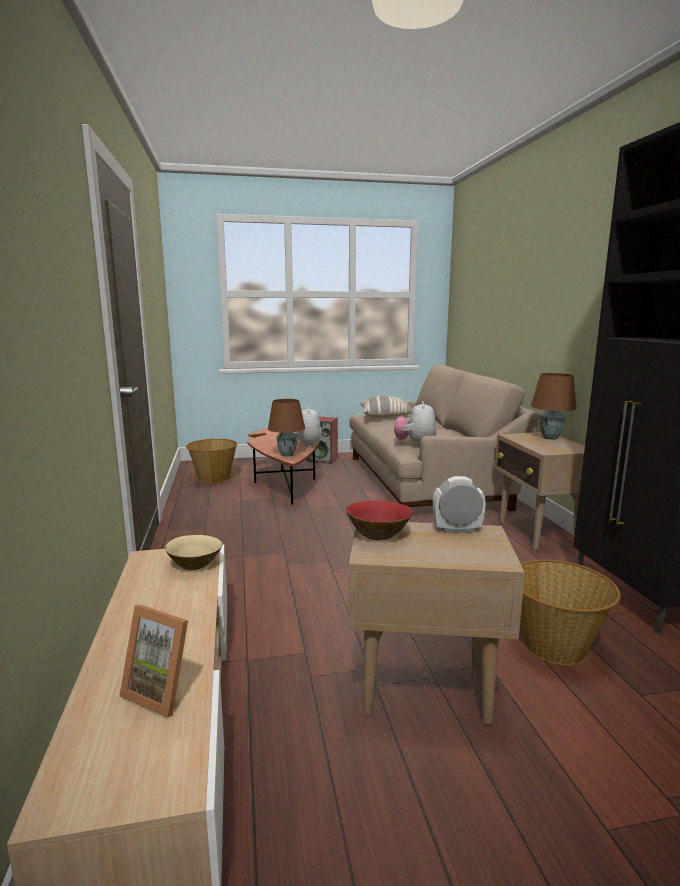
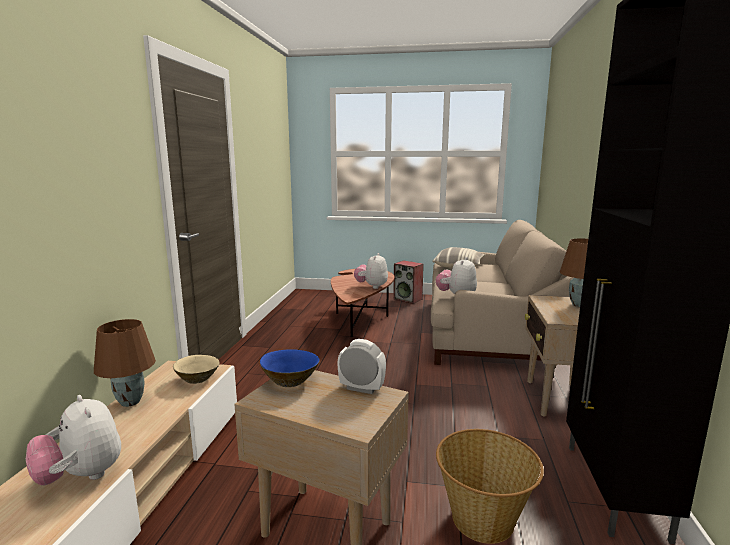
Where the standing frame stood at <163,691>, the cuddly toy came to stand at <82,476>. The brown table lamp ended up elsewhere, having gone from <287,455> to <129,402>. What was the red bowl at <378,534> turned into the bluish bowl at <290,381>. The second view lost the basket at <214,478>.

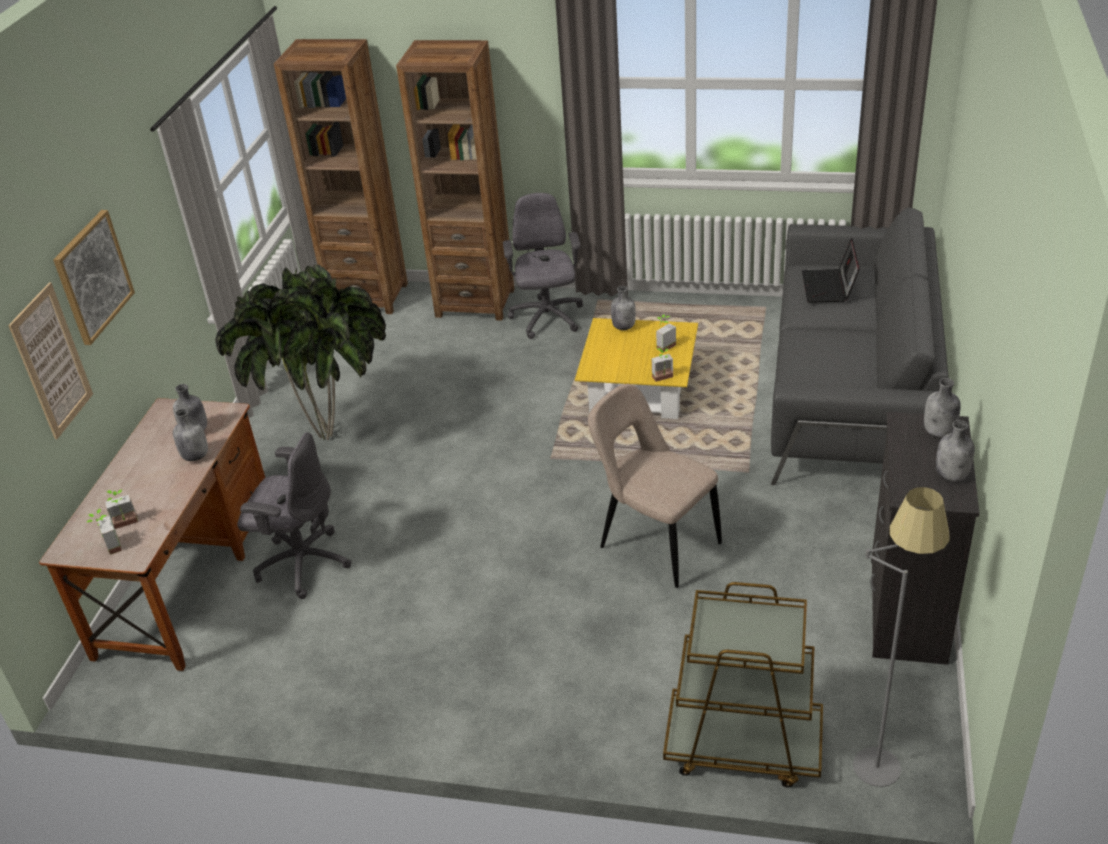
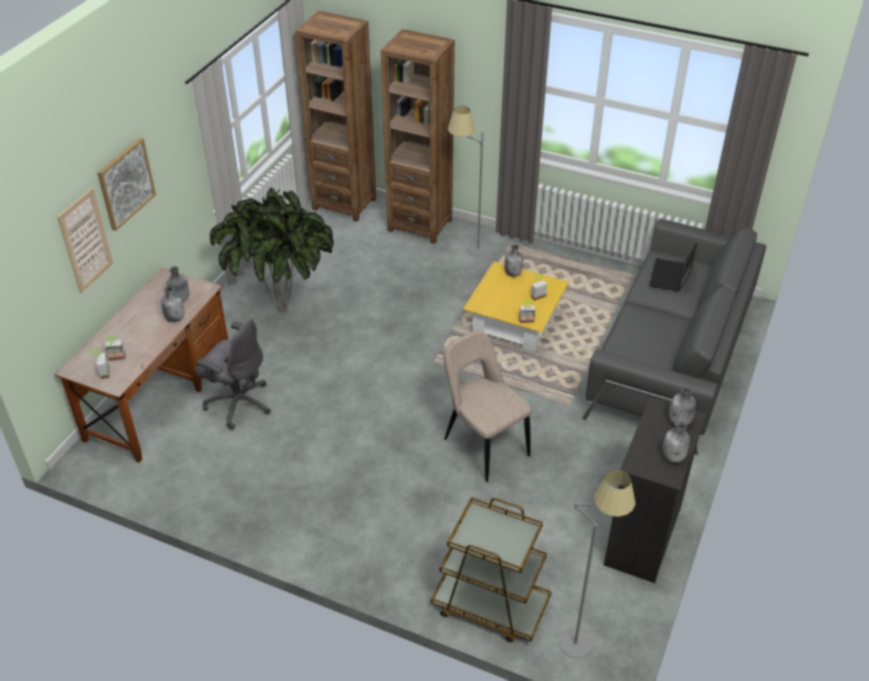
Where the grey desk chair stood at <547,319>, the grey floor lamp came to stand at <467,250>.

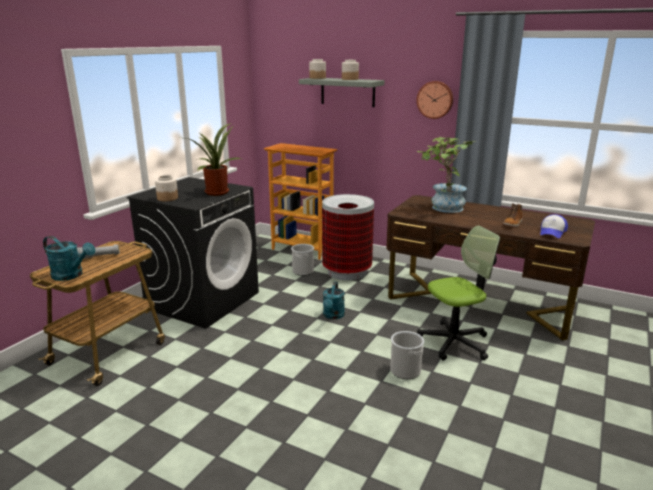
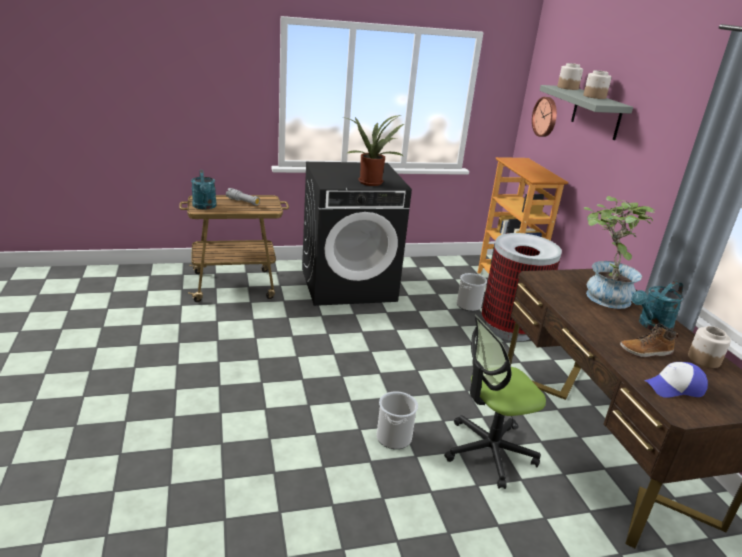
The desk chair at <454,342> ended up facing another way, 135 degrees clockwise from before. The wall clock ended up elsewhere, having gone from <435,99> to <546,117>. The turquoise-coloured watering pot ended up elsewhere, having gone from <333,316> to <651,325>. The preserve jar ended up elsewhere, having gone from <167,198> to <703,359>.

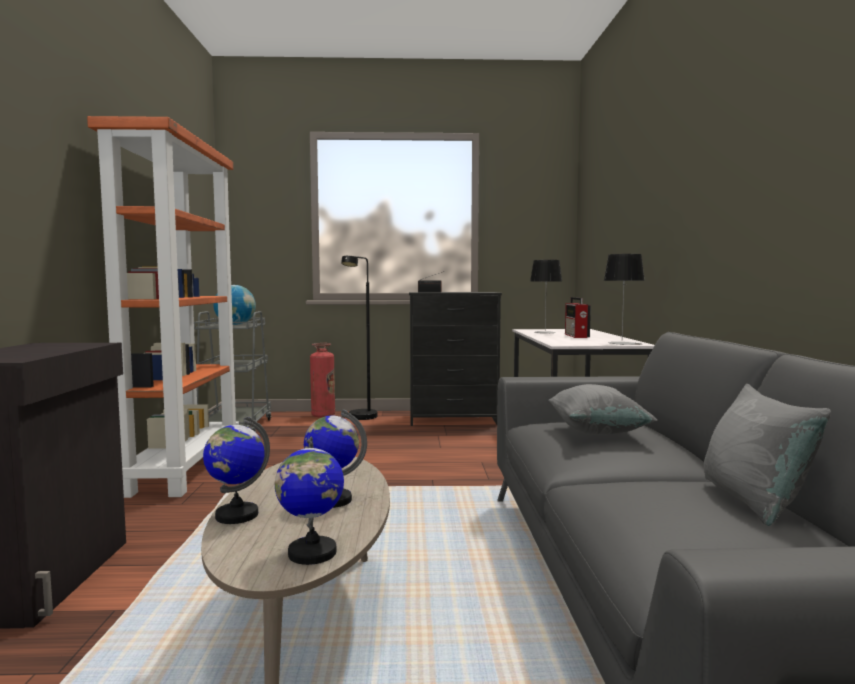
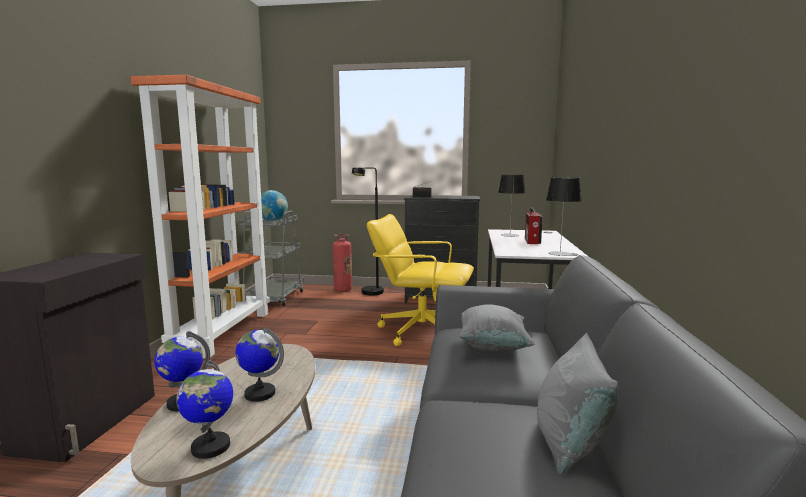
The second view gained the yellowish desk chair at <420,331>.

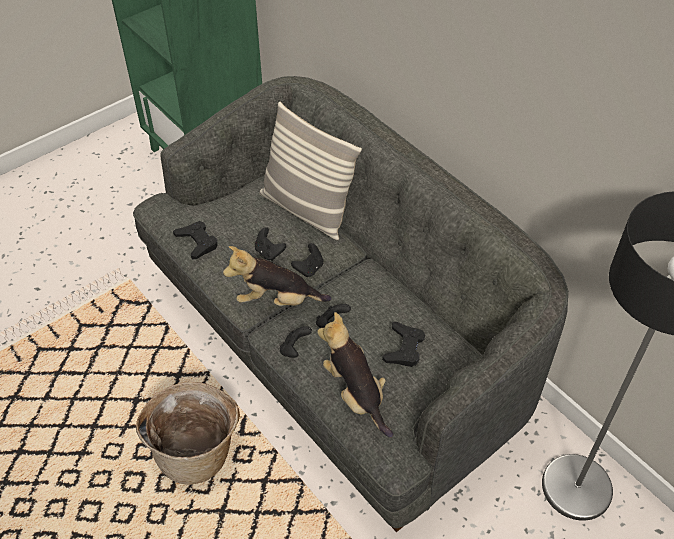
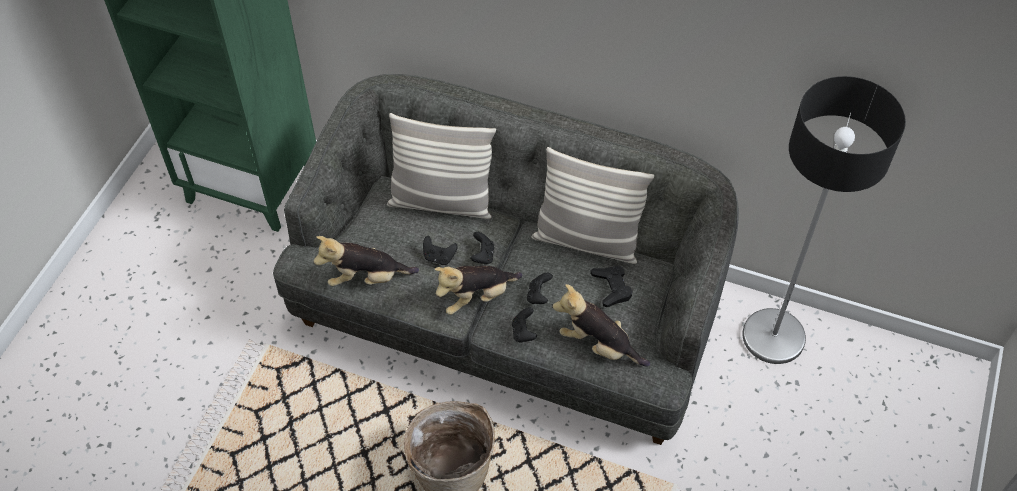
Where the black-coloured game controller stood at <197,242>, the cuddly toy came to stand at <366,278>. The second view gained the pillow at <587,241>.

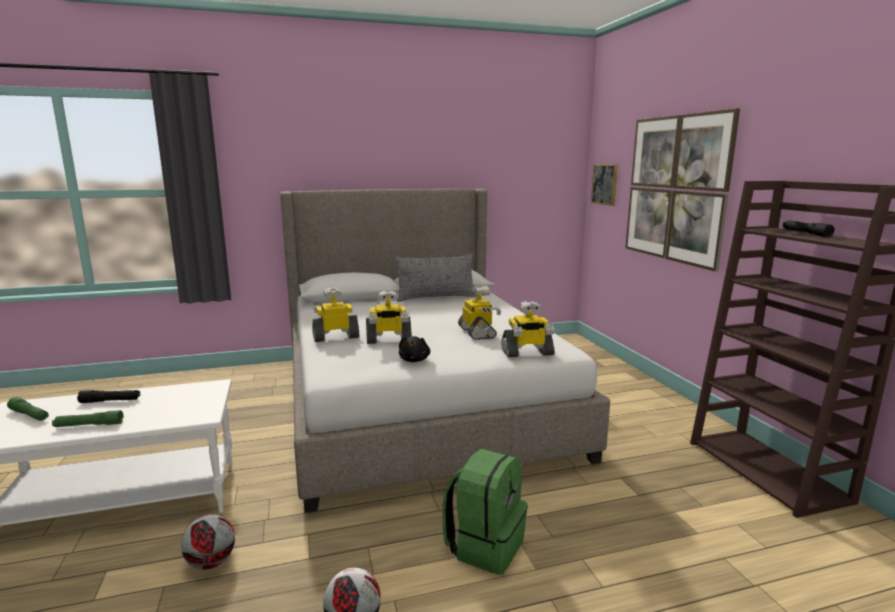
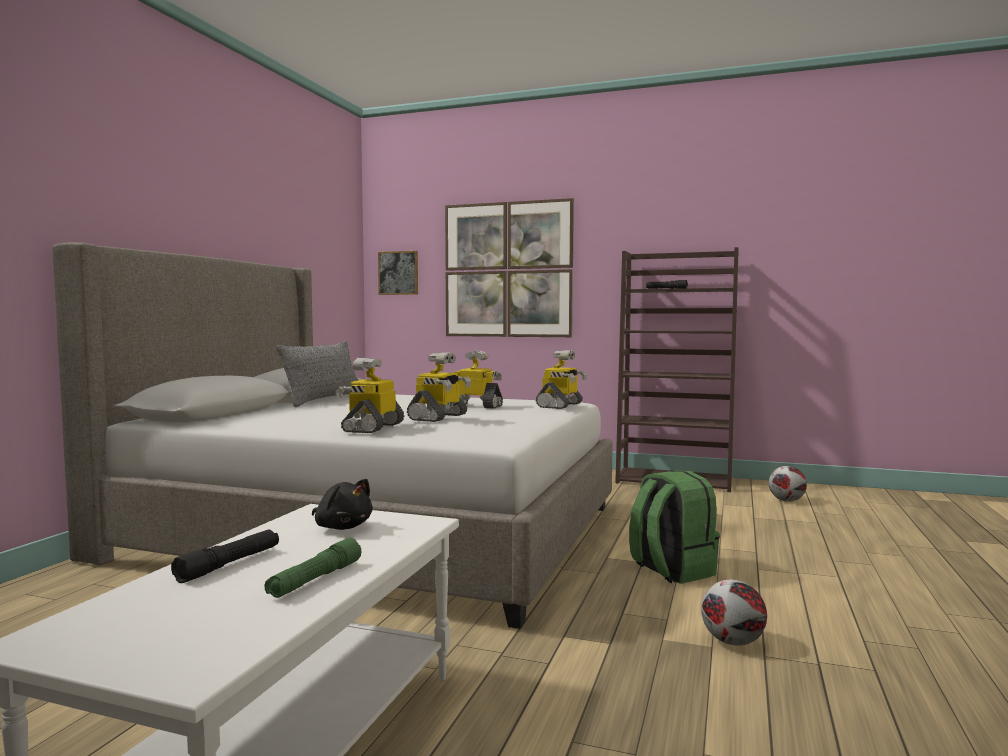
The black-coloured cuddly toy ended up elsewhere, having gone from <414,360> to <342,527>. The football ended up elsewhere, having gone from <210,563> to <787,501>. The second view lost the green-coloured flashlight at <29,415>.

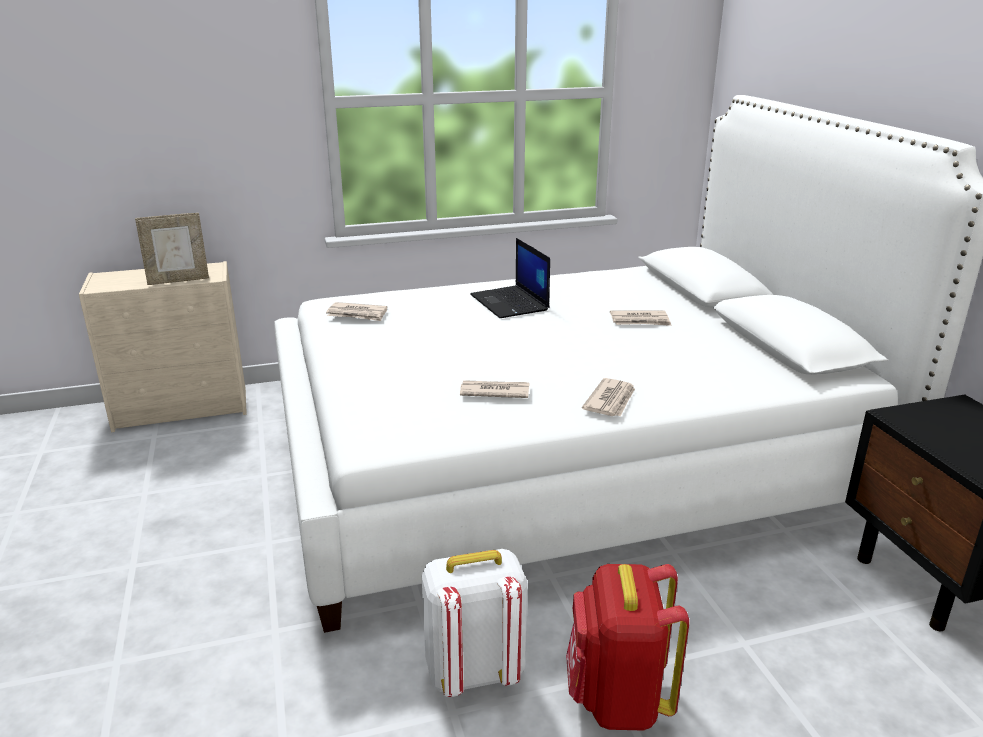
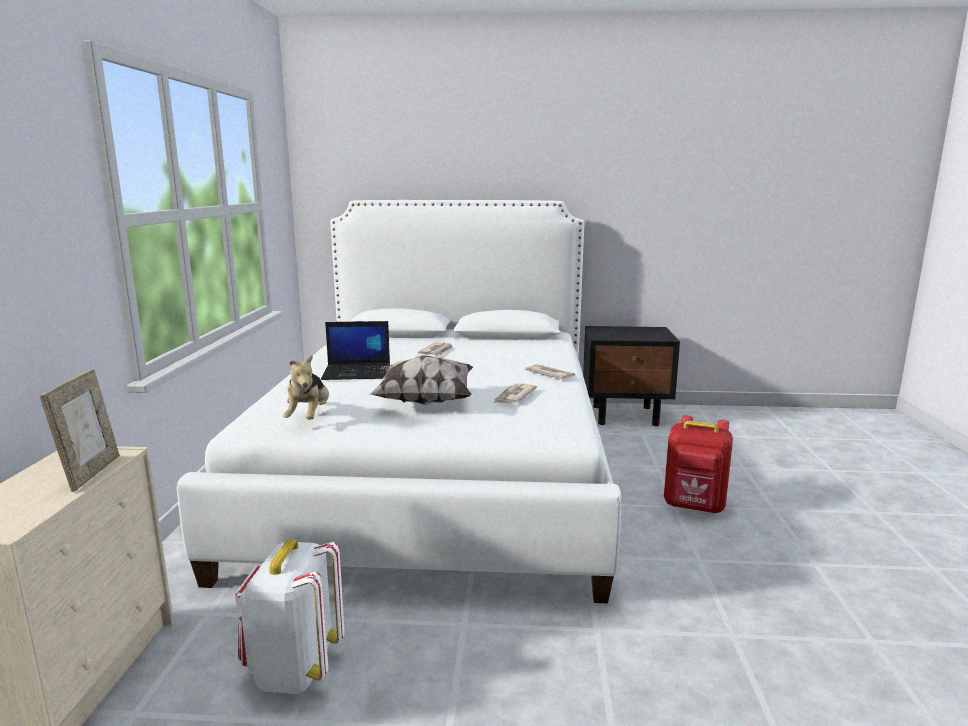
The white knapsack ended up elsewhere, having gone from <473,671> to <294,670>. Where the newspaper stood at <357,314>, the cuddly toy came to stand at <309,417>. The second view gained the pillow at <424,401>.

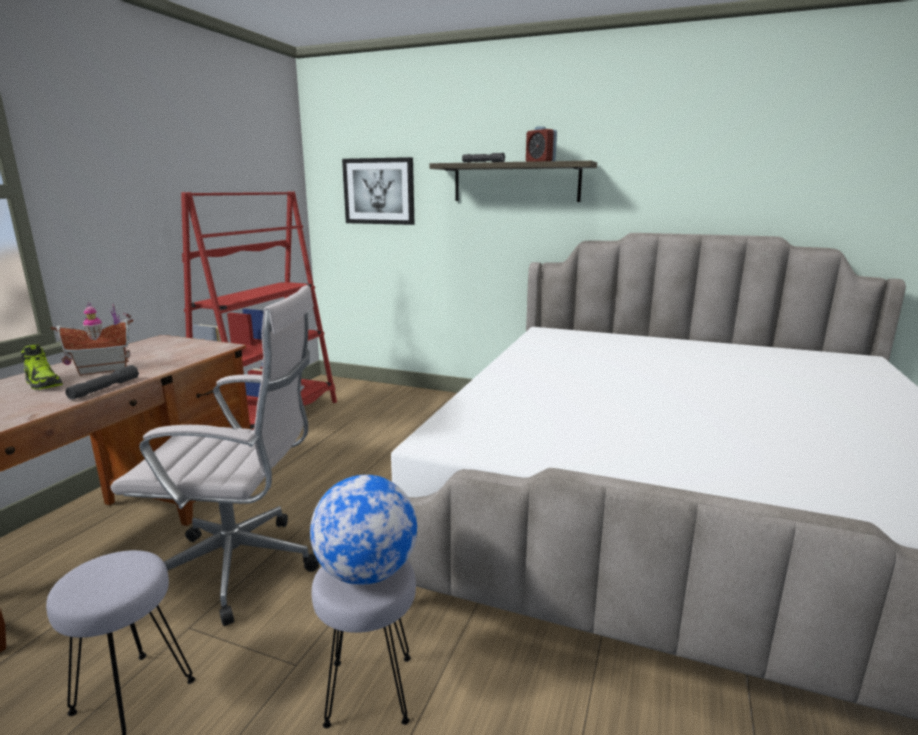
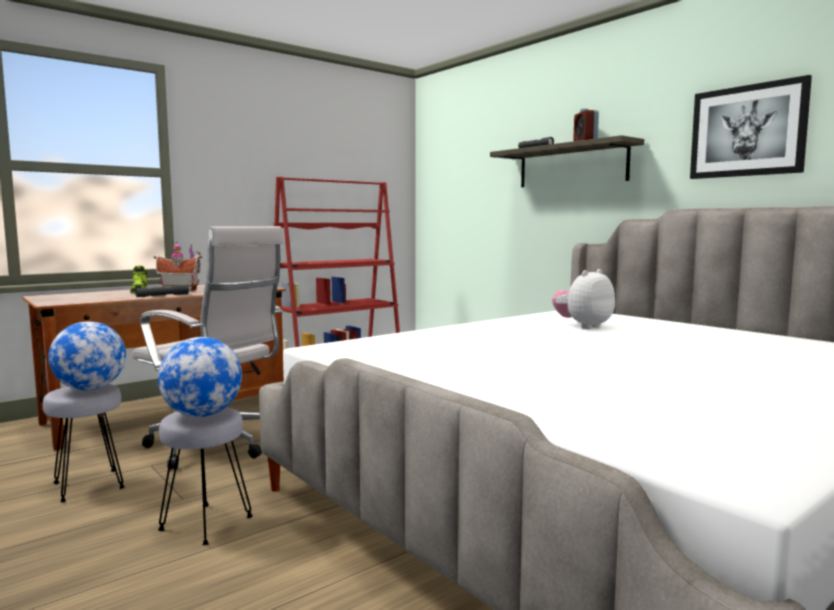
The second view gained the desk globe at <90,389>. The second view gained the cuddly toy at <583,326>. The picture ended up elsewhere, having gone from <379,191> to <747,131>.

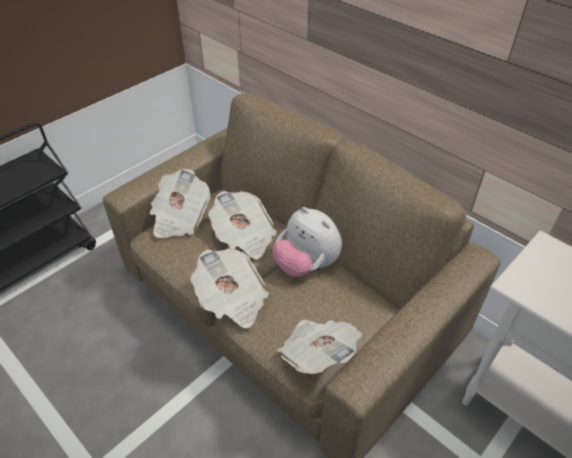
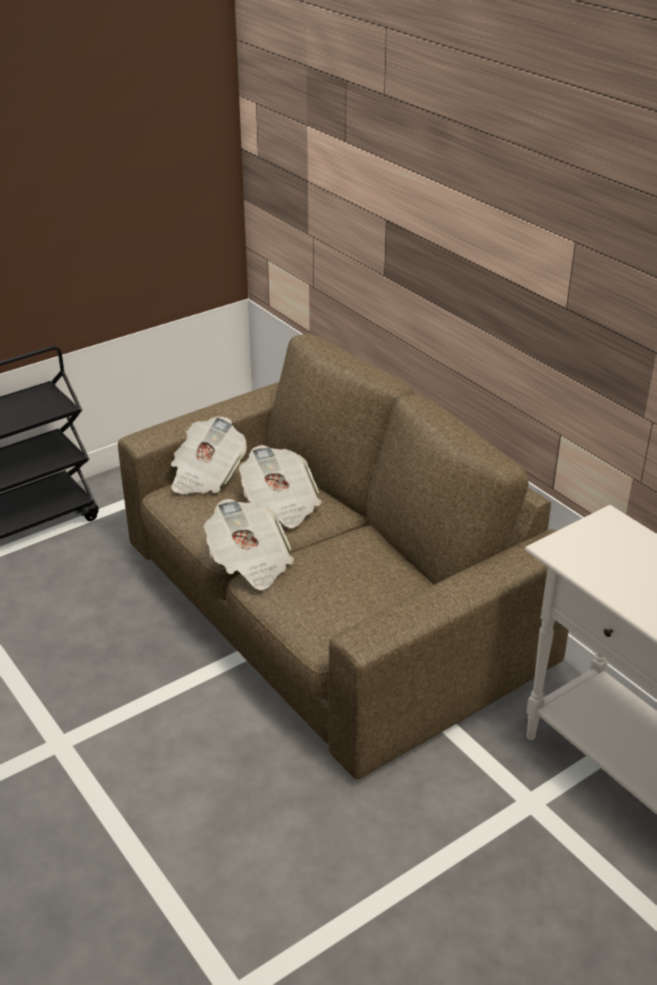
The second view lost the cuddly toy at <306,265>. The second view lost the newspaper at <317,353>.

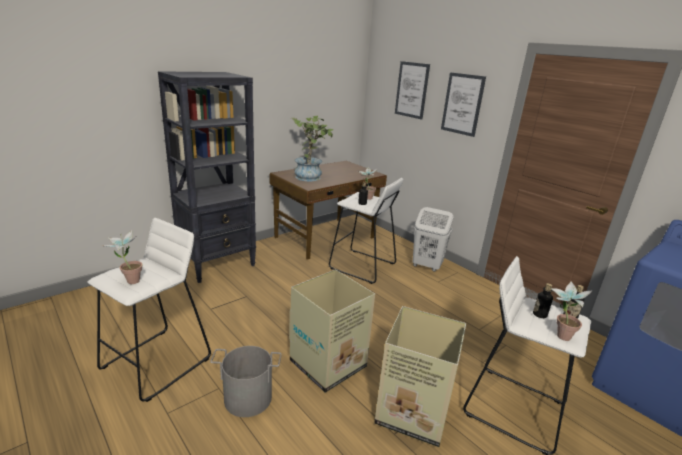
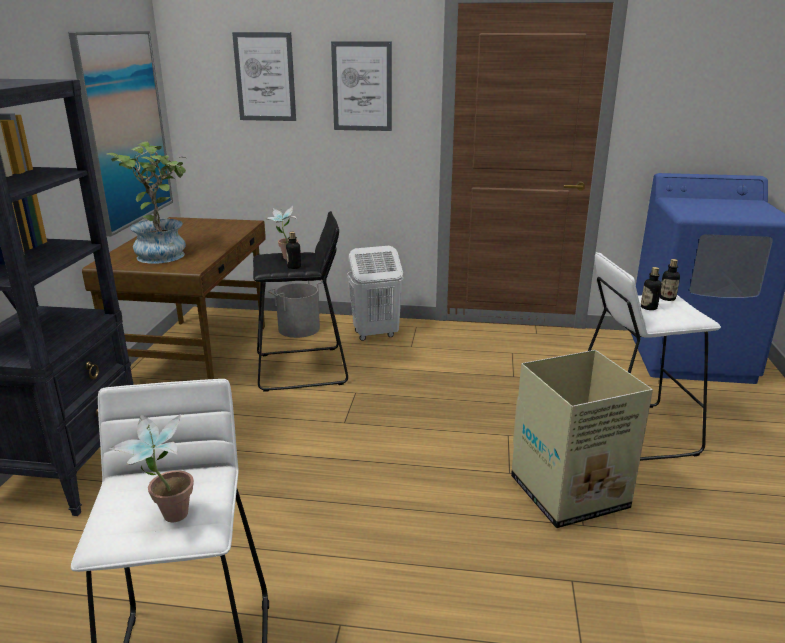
The second view gained the picture at <125,129>. What was the white sitting stool at <362,266> turned into the black-coloured sitting stool at <302,369>. The grey pail ended up elsewhere, having gone from <248,397> to <298,328>. The second view lost the cardboard box at <329,363>. The second view lost the plant in a pot at <558,336>.

